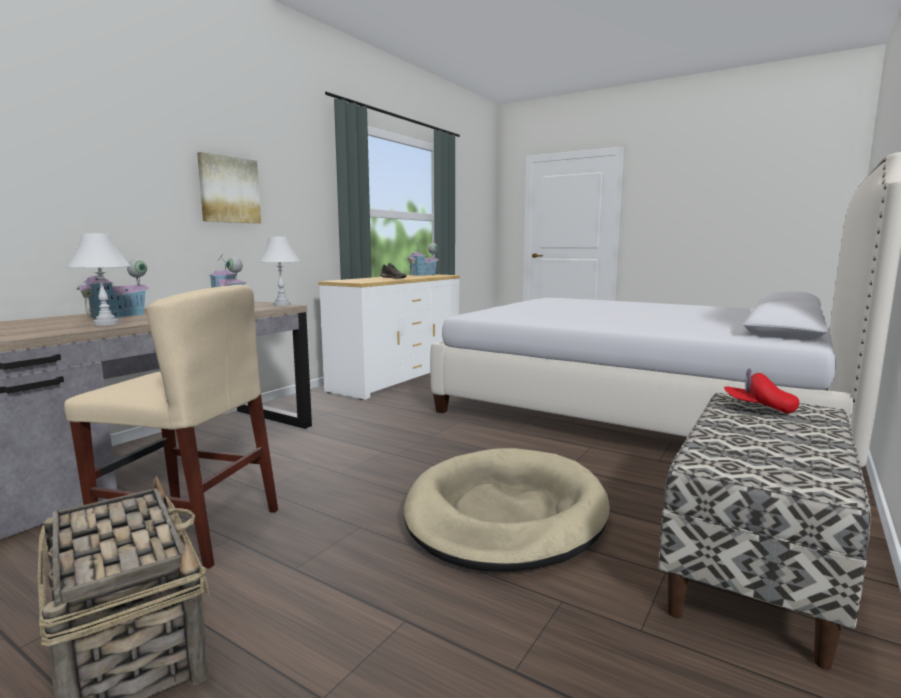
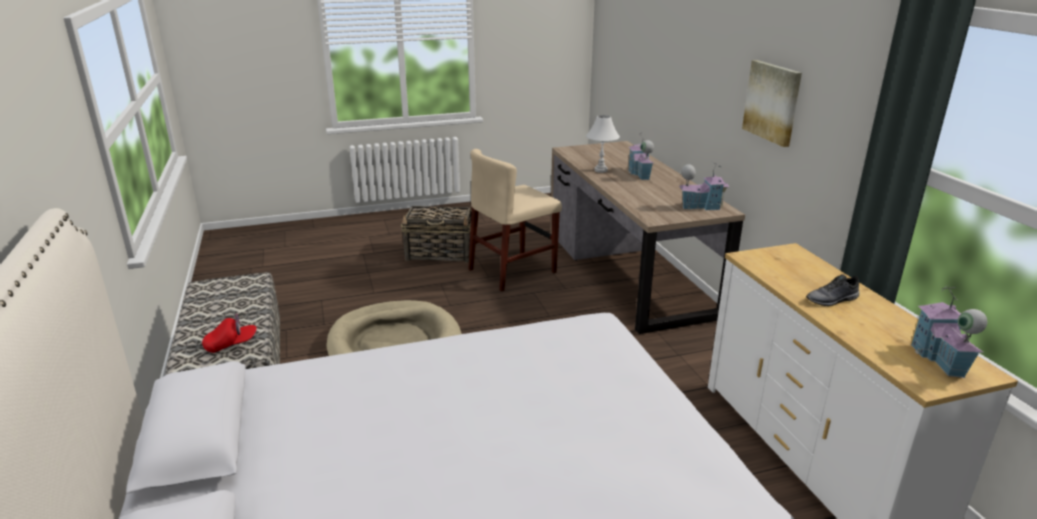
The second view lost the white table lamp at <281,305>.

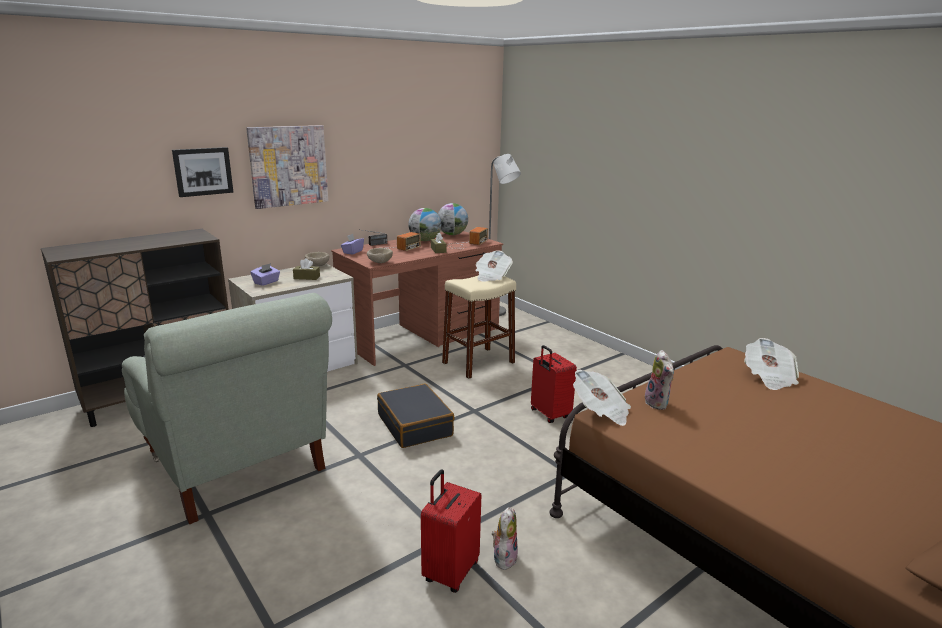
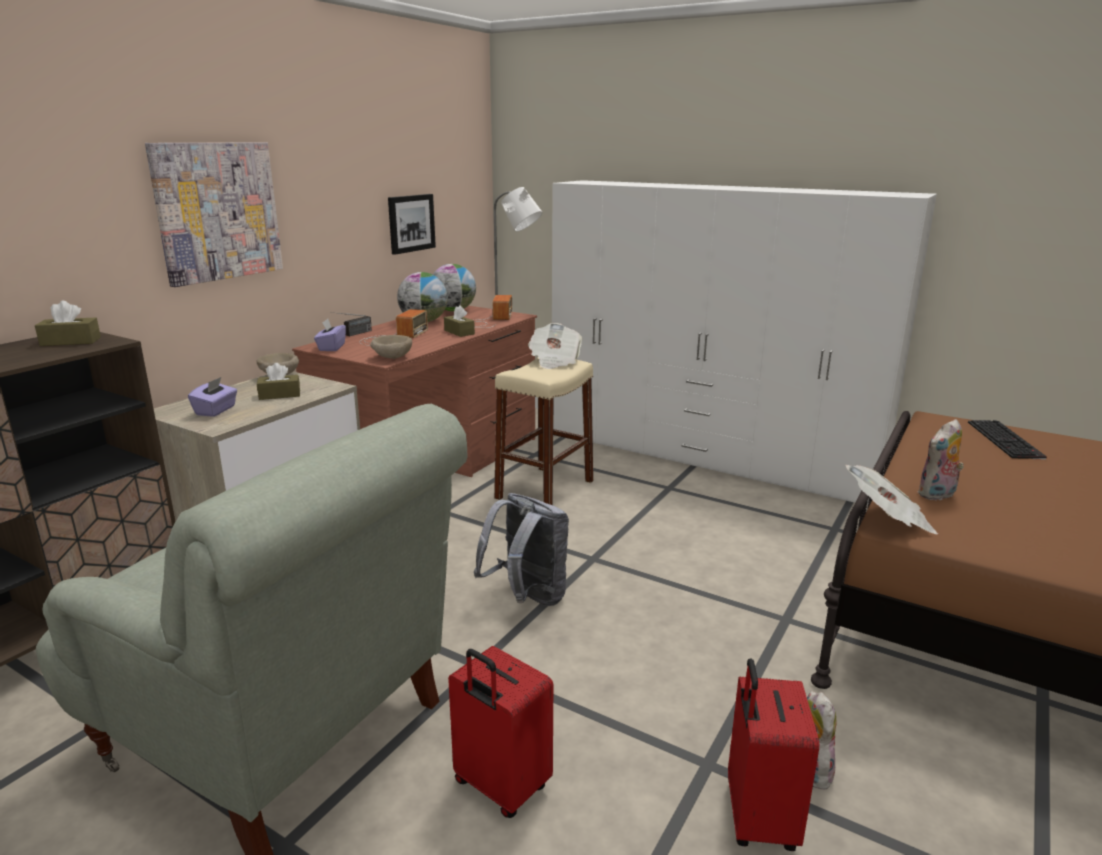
The second view gained the brown tissue holder at <71,341>. The picture ended up elsewhere, having gone from <203,171> to <411,223>. The red travel case ended up elsewhere, having gone from <549,414> to <500,787>. Where the black-coloured travel case stood at <415,425>, the grey knapsack came to stand at <527,598>. The second view gained the white armoire at <704,457>. The cuddly toy at <658,403> ended up facing another way, 90 degrees clockwise from before. Where the newspaper stood at <768,377>, the computer keyboard came to stand at <1006,440>.

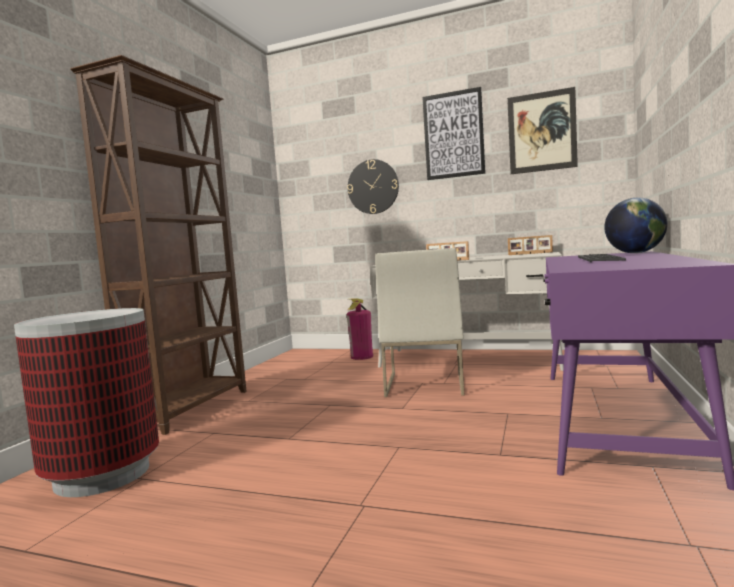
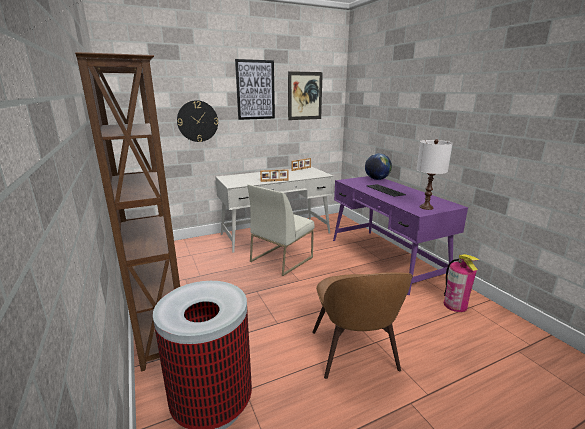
The white plain chair at <424,383> ended up facing another way, 75 degrees clockwise from before. The second view gained the brown plain chair at <354,353>. The second view gained the white table lamp at <426,207>. The fire-fighting cylinder ended up elsewhere, having gone from <362,357> to <455,305>.

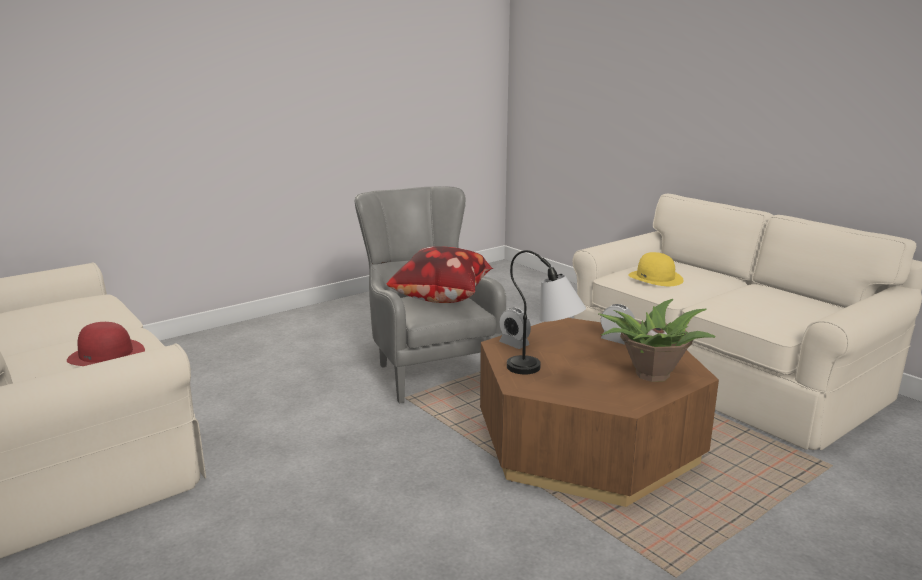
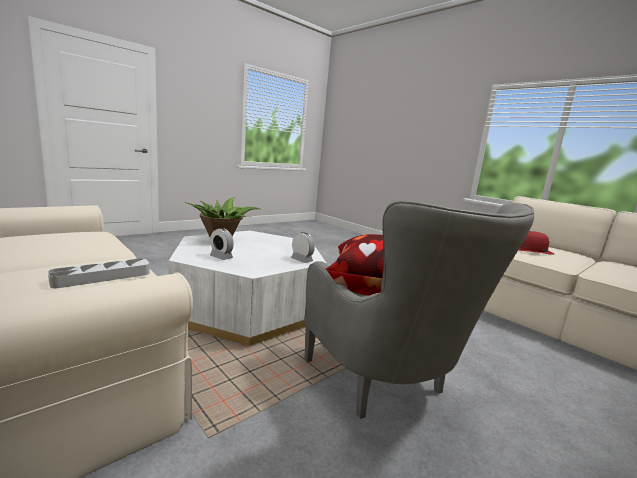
Where the yellowish wearable hat stood at <655,278>, the grey serving tray came to stand at <102,277>. What was the brown low table at <587,442> turned into the white low table at <248,307>. The second view lost the table lamp at <544,372>.

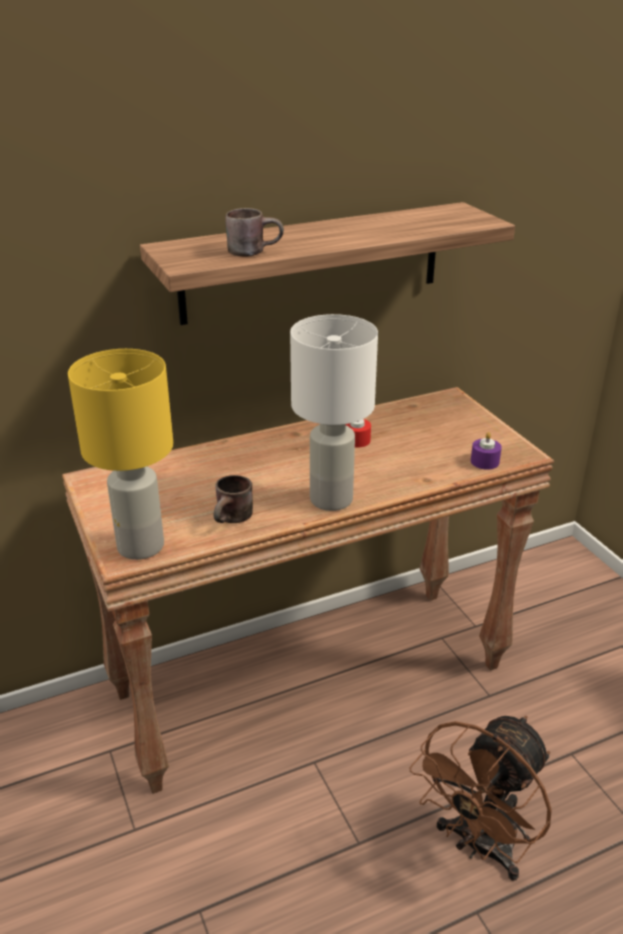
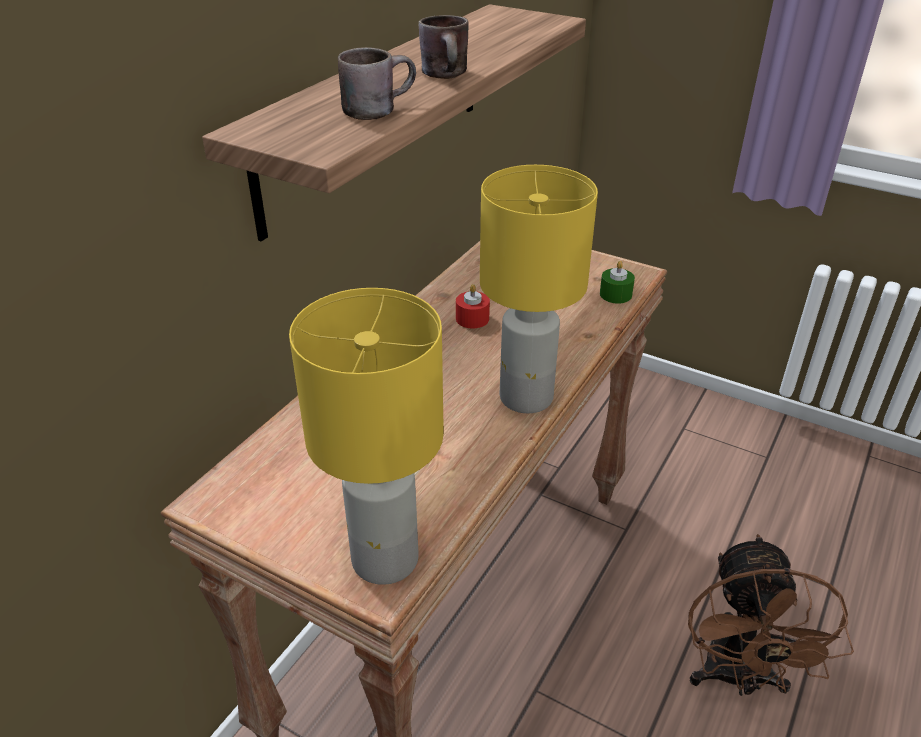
The brown tea mug ended up elsewhere, having gone from <234,520> to <450,75>. What was the white table lamp at <331,500> turned into the yellowish table lamp at <527,398>. What was the purplish wax candle at <484,461> turned into the green-coloured wax candle at <615,294>.

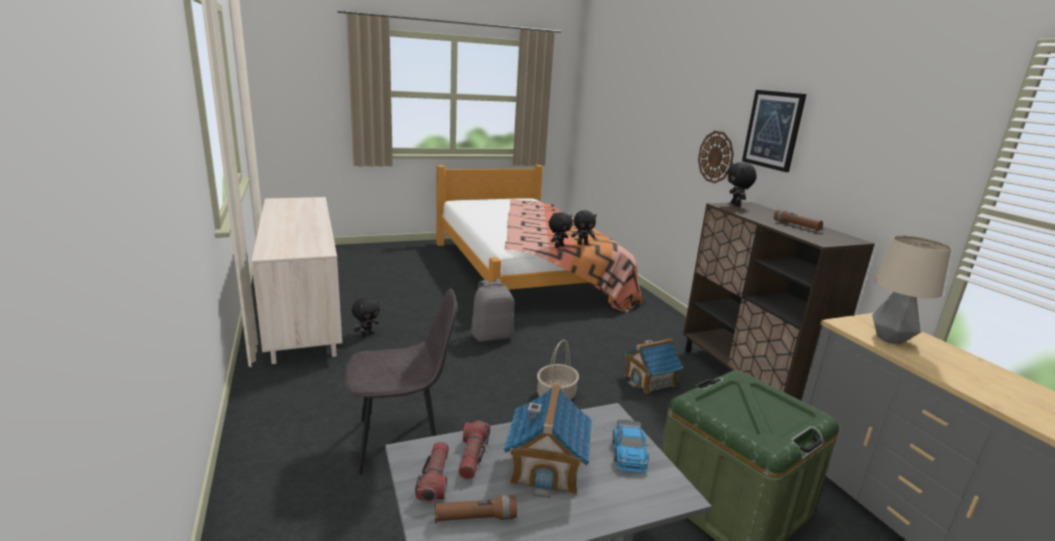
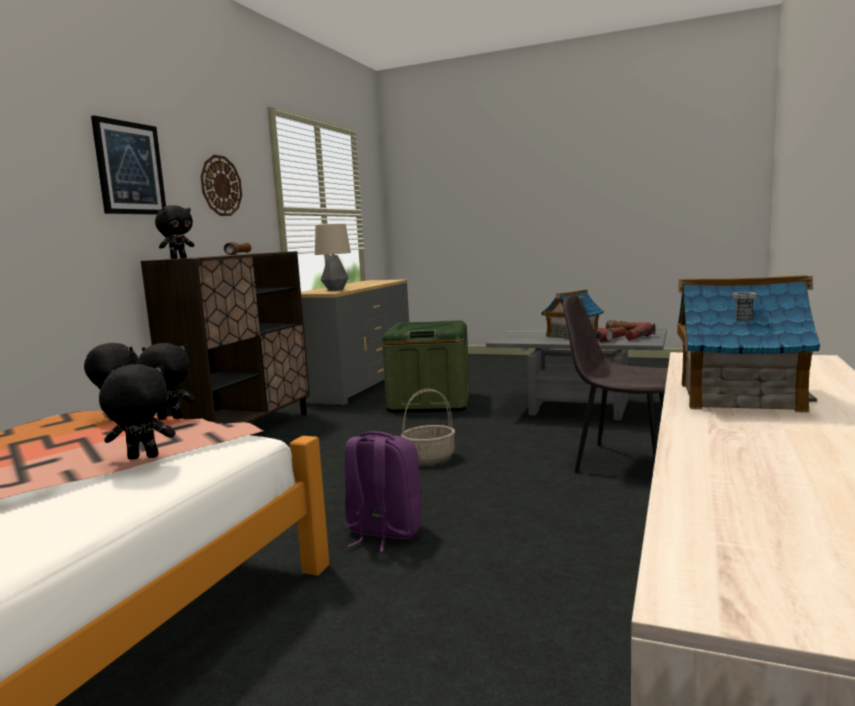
The black-coloured cuddly toy ended up elsewhere, having gone from <366,334> to <142,458>. The wall clock ended up elsewhere, having gone from <716,157> to <221,186>. What was the grey knapsack at <492,336> turned into the purplish knapsack at <383,533>. The toy house ended up elsewhere, having gone from <649,380> to <737,396>. The second view lost the toy car at <629,454>.

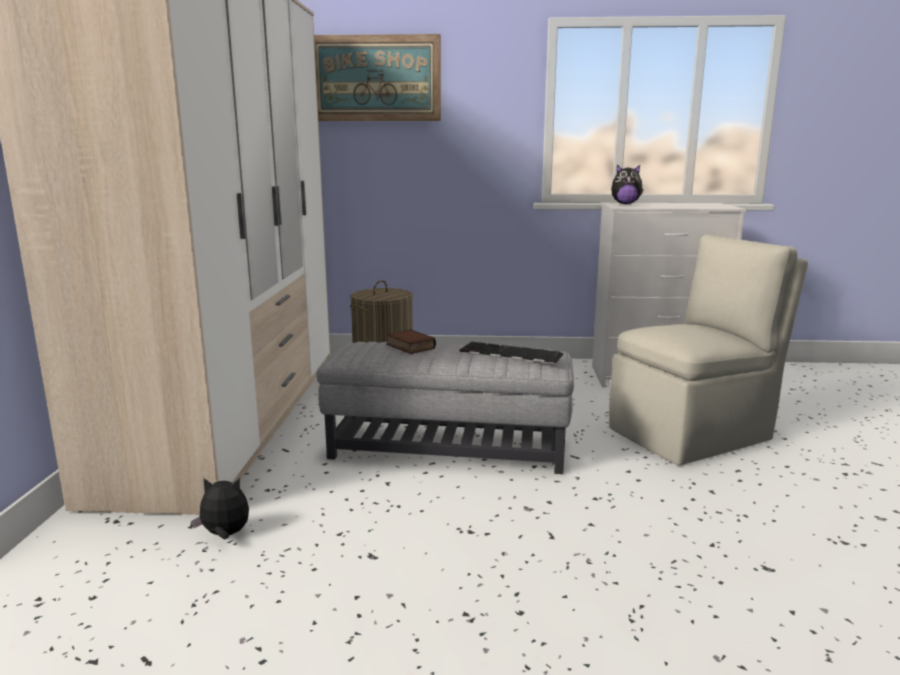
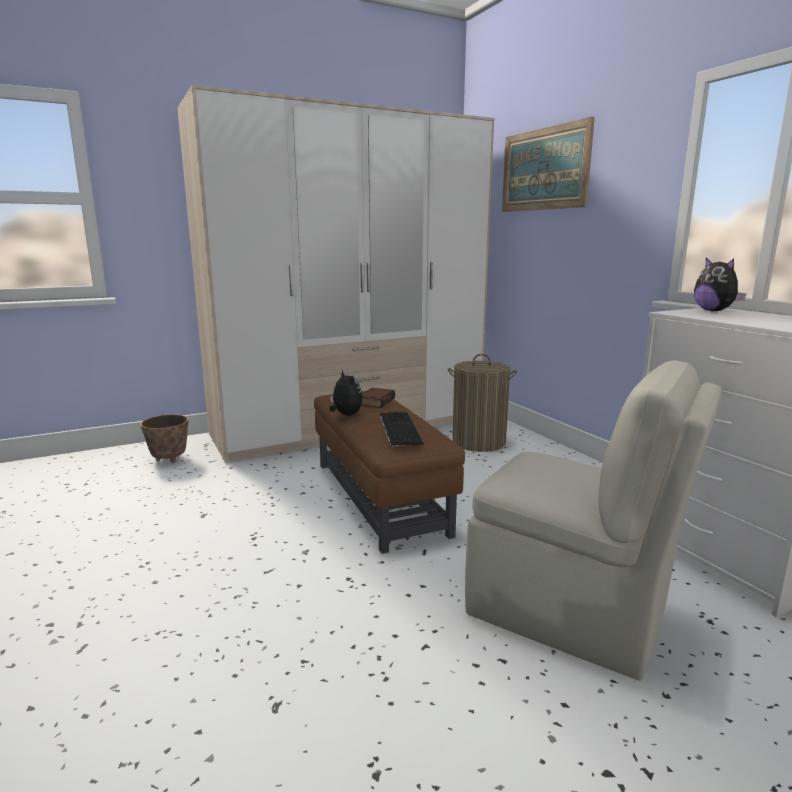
The second view gained the flower pot at <169,459>. What was the grey footrest at <447,448> turned into the brown footrest at <378,497>. The cuddly toy ended up elsewhere, having gone from <225,535> to <345,415>.

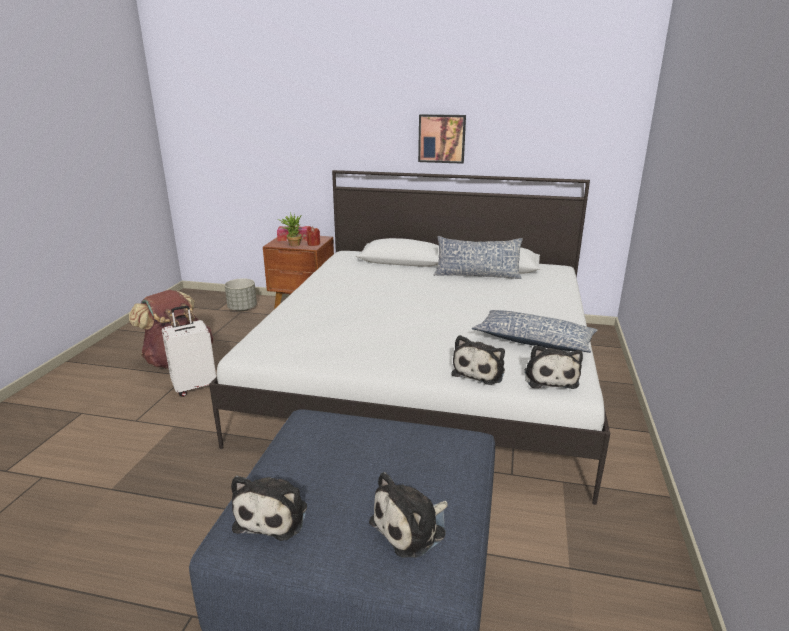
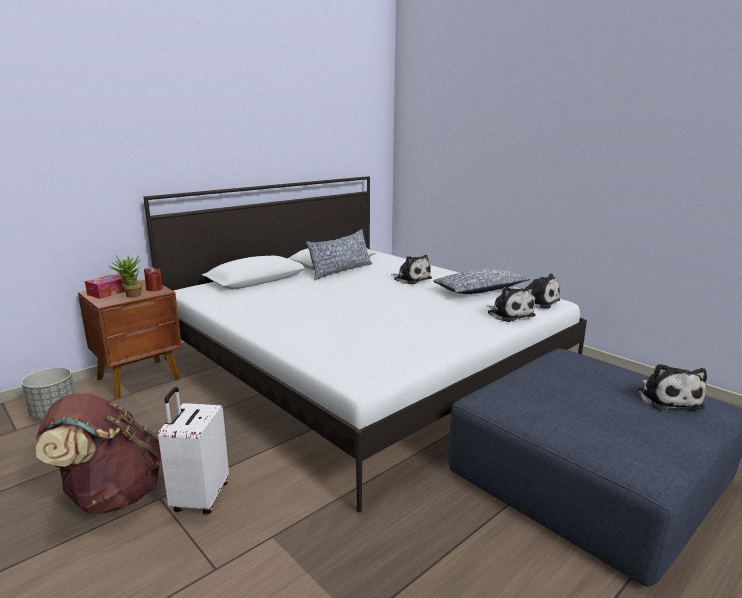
The cuddly toy ended up elsewhere, having gone from <274,515> to <411,279>. The second view lost the picture at <442,138>.

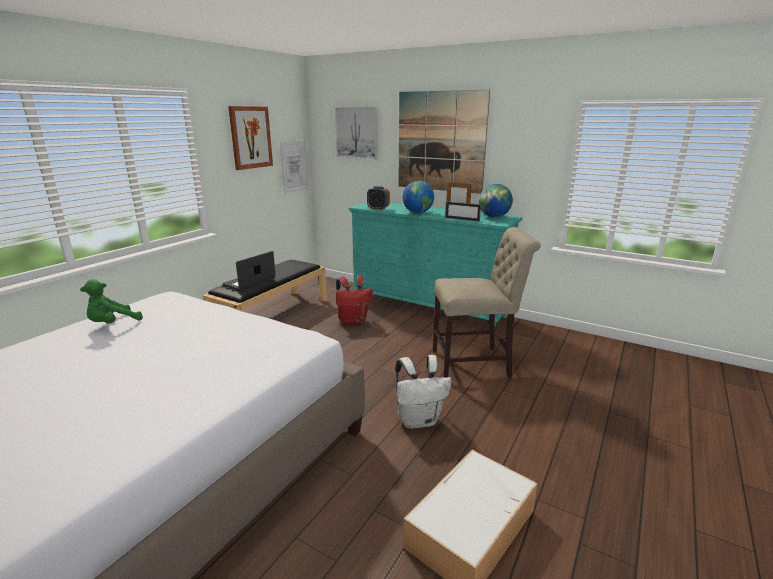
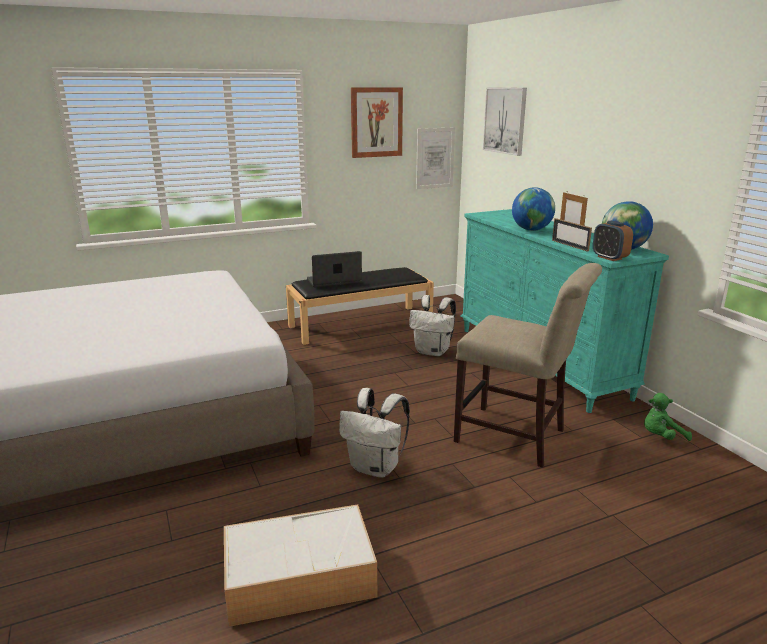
What was the red knapsack at <353,321> turned into the white knapsack at <433,352>. The table clock ended up elsewhere, having gone from <378,208> to <609,258>. The green-coloured cuddly toy ended up elsewhere, having gone from <113,324> to <661,437>. The second view lost the picture at <440,142>.

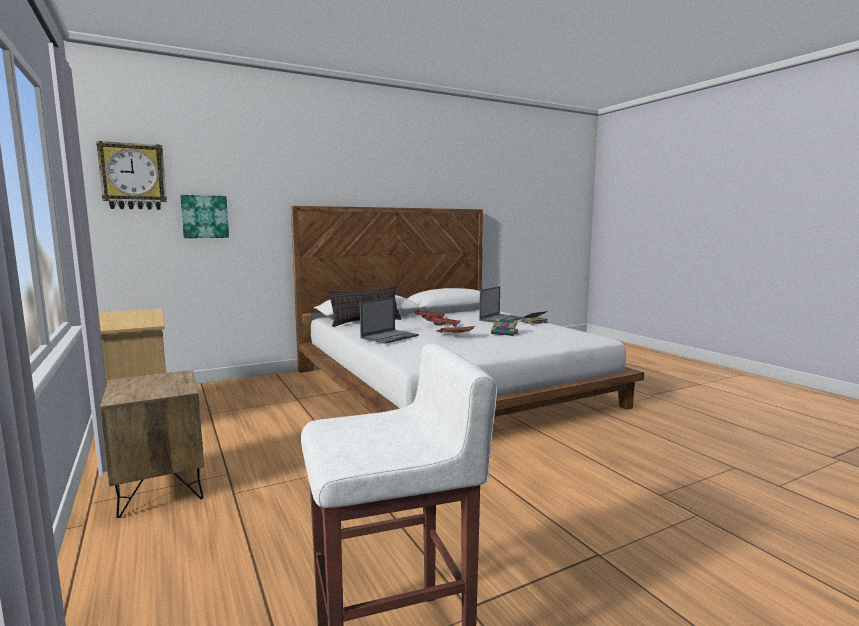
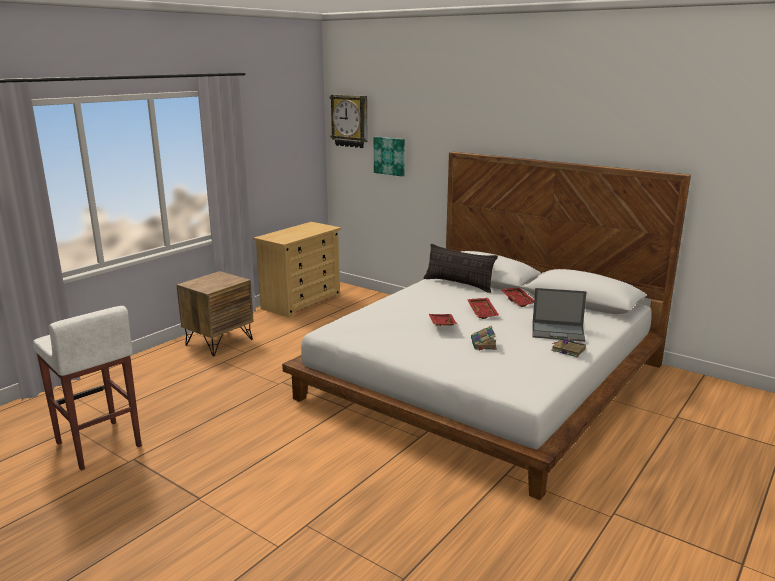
The second view lost the portable computer at <390,337>.

